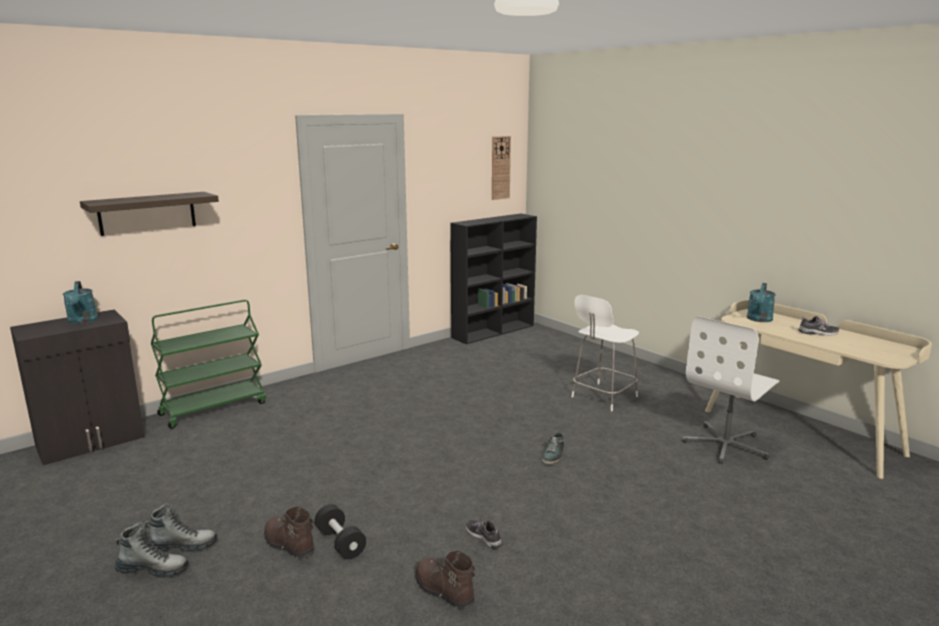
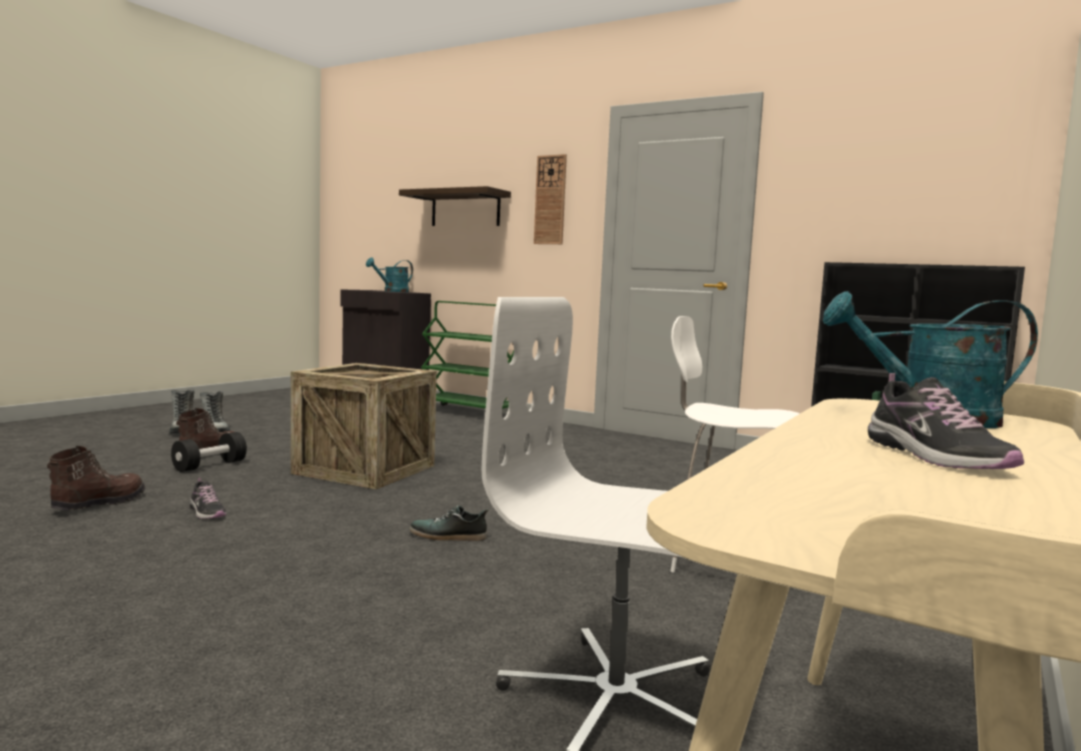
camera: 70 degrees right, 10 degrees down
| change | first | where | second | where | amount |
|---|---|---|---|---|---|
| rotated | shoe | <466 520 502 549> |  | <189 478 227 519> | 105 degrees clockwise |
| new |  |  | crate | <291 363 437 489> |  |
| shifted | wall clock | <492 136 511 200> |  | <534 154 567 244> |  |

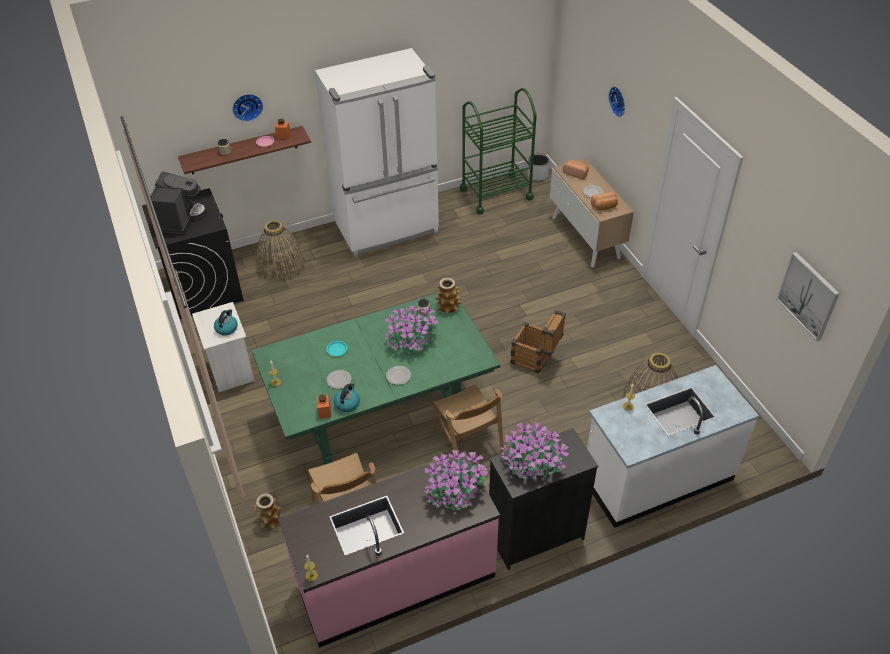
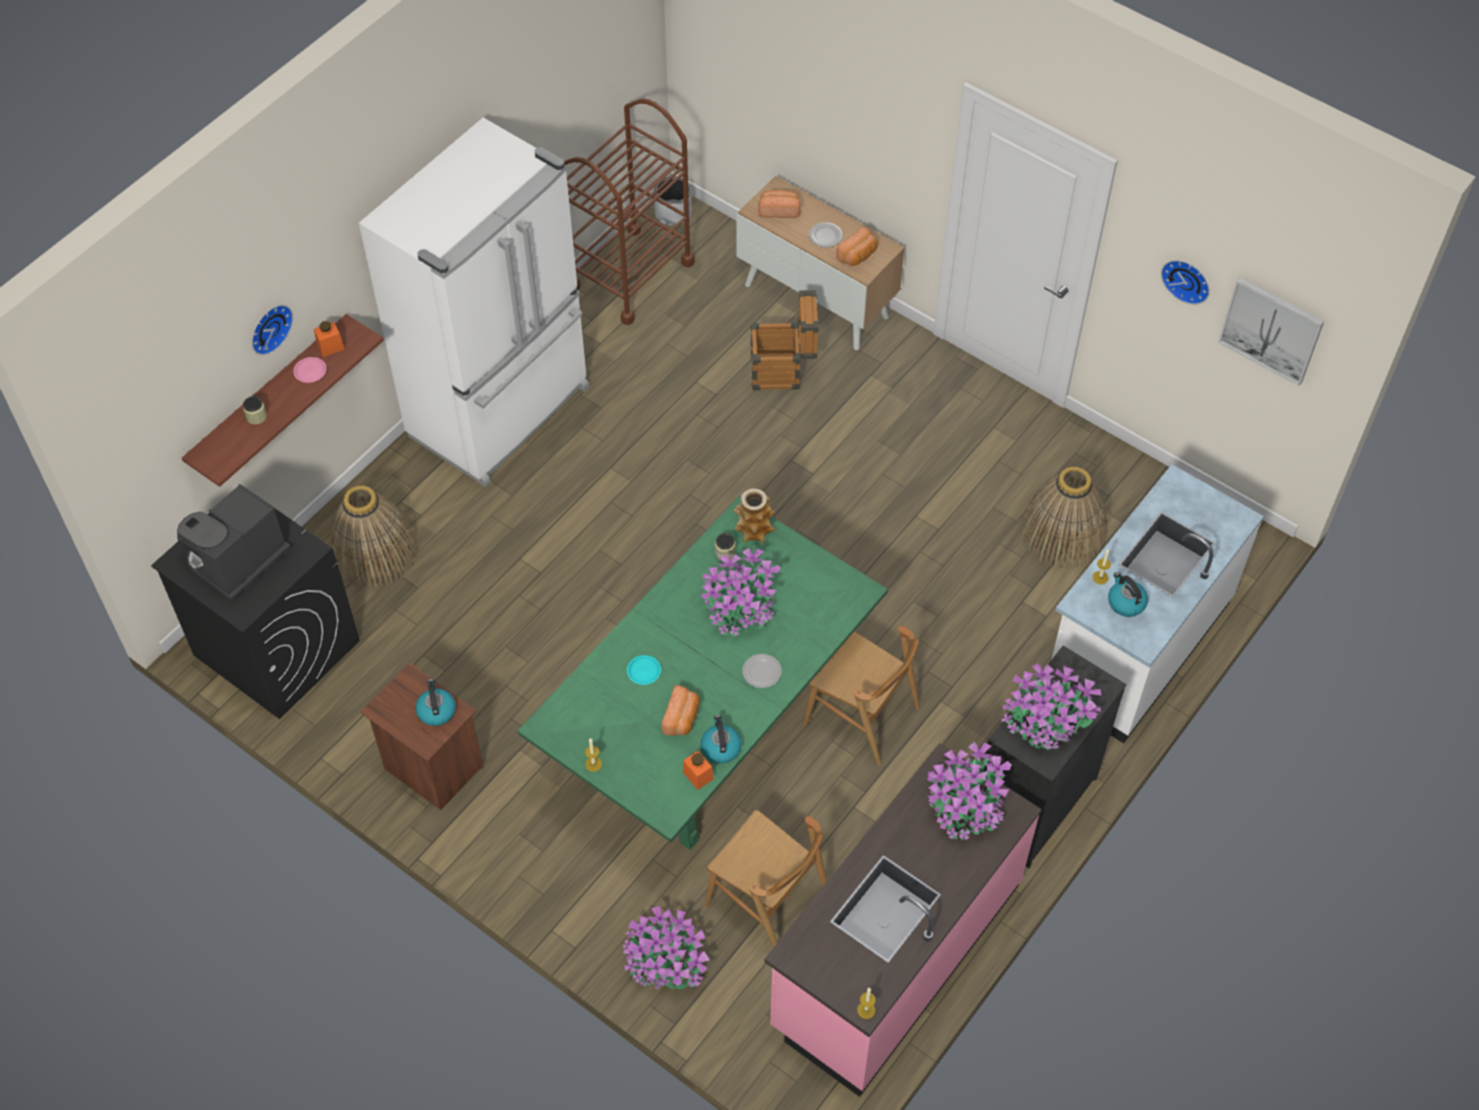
camera: 30 degrees left, 10 degrees up
| change | first | where | second | where | amount |
|---|---|---|---|---|---|
| rotated | coffee machine | <150 171 206 234> |  | <177 484 291 601> | 120 degrees counterclockwise |
| repainted | white nightstand | <192 302 255 392> | brown nightstand | <360 663 484 810> |  |
| repainted | green cart | <460 88 537 215> | brown cart | <564 99 695 325> |  |
| swapped | vase | <253 494 282 529> | potted plant | <623 906 710 989> |  |
| swapped | plate | <326 370 351 389> | bread | <662 685 700 736> |  |
| shifted | crate | <510 310 566 374> |  | <750 290 819 390> |  |
| new |  |  | kettle | <1108 572 1148 617> |  |
| shifted | wall clock | <609 86 625 117> |  | <1161 260 1210 305> |  |

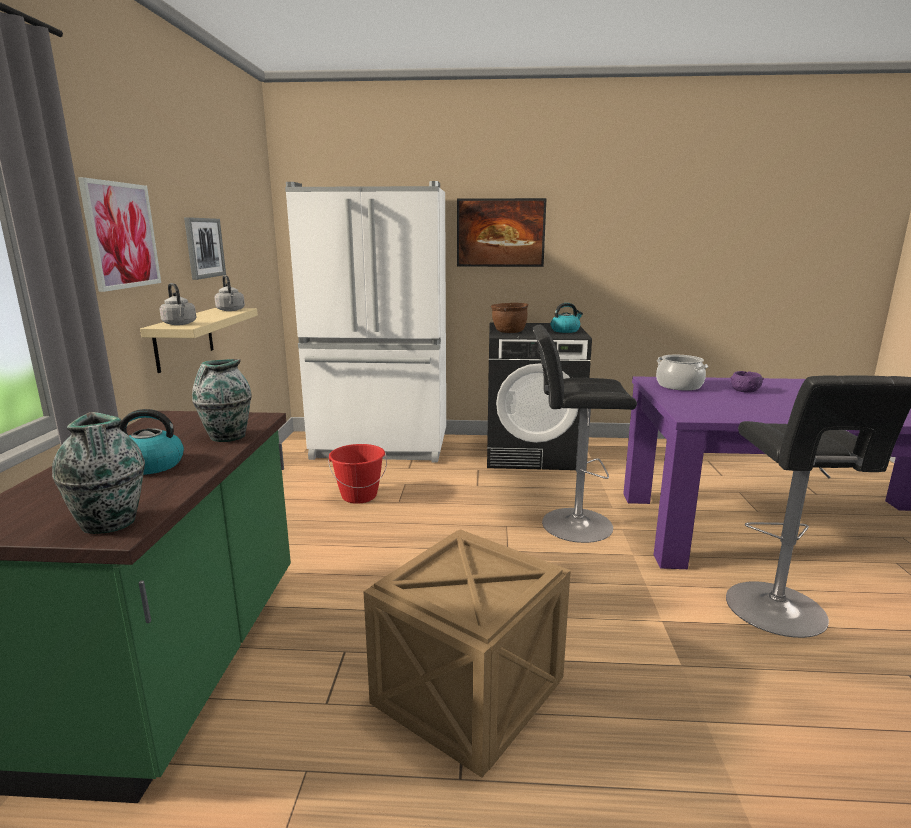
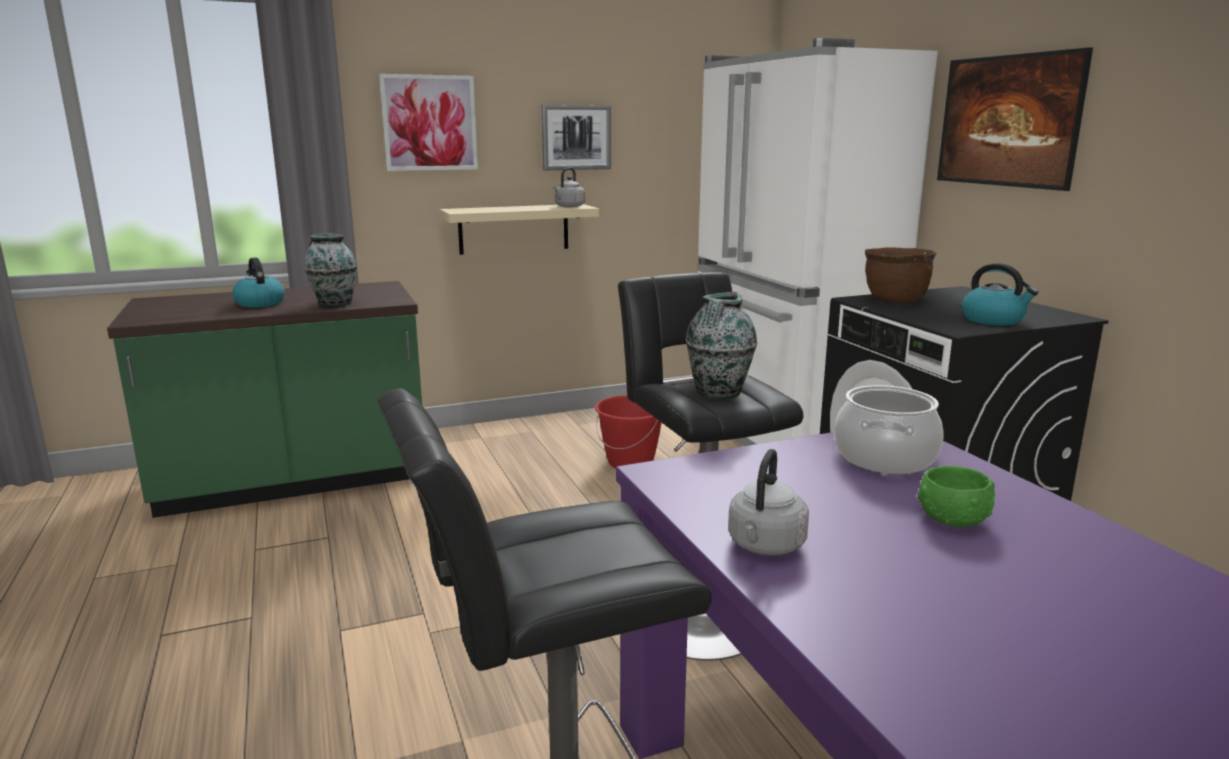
camera: 65 degrees right, 0 degrees up
| change | first | where | second | where | amount |
|---|---|---|---|---|---|
| shifted | vase | <52 412 145 534> |  | <686 292 757 399> |  |
| shifted | grey kettle | <160 283 196 325> |  | <728 449 809 556> |  |
| repainted | purple bowl | <731 371 764 393> | green bowl | <917 466 995 527> |  |
| gone | crate | <364 529 571 778> |  |  |  |

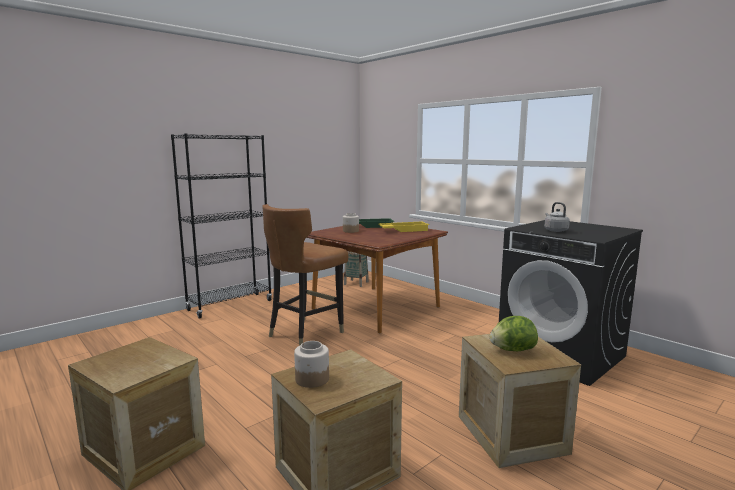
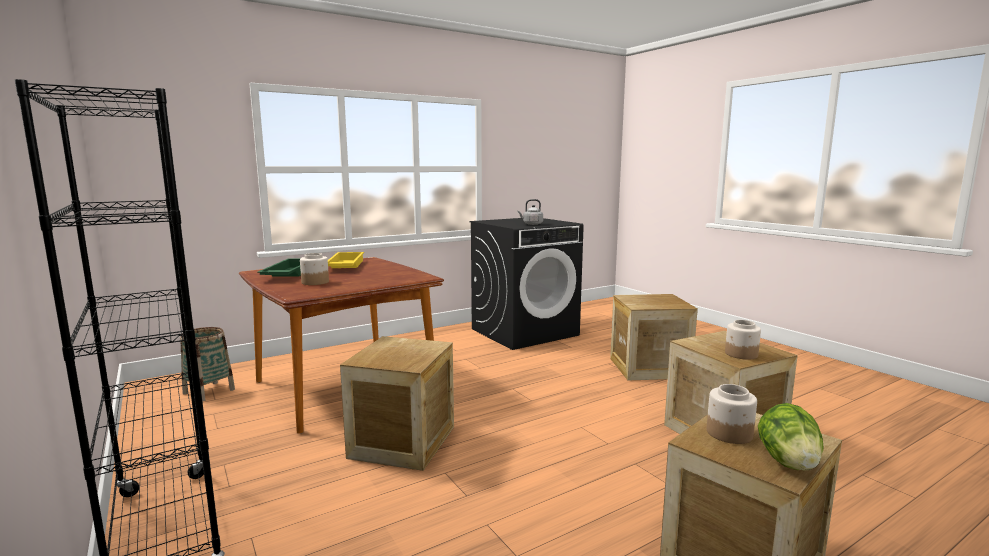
camera: 80 degrees left, 0 degrees up
| change | first | where | second | where | amount |
|---|---|---|---|---|---|
| swapped | brown chair | <262 204 348 346> | crate | <340 336 454 471> |  |
| new |  |  | jar | <707 384 757 444> |  |
| shifted | lettuce | <490 316 538 351> |  | <758 403 824 471> |  |

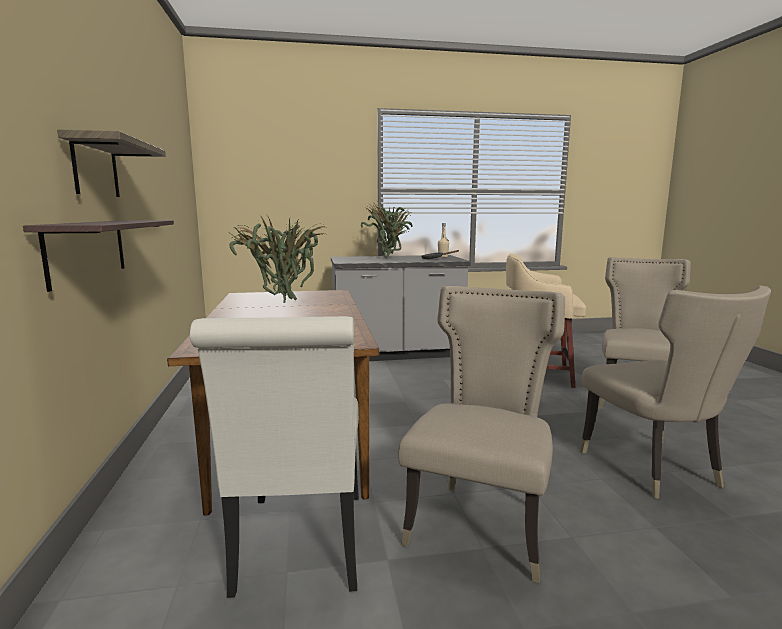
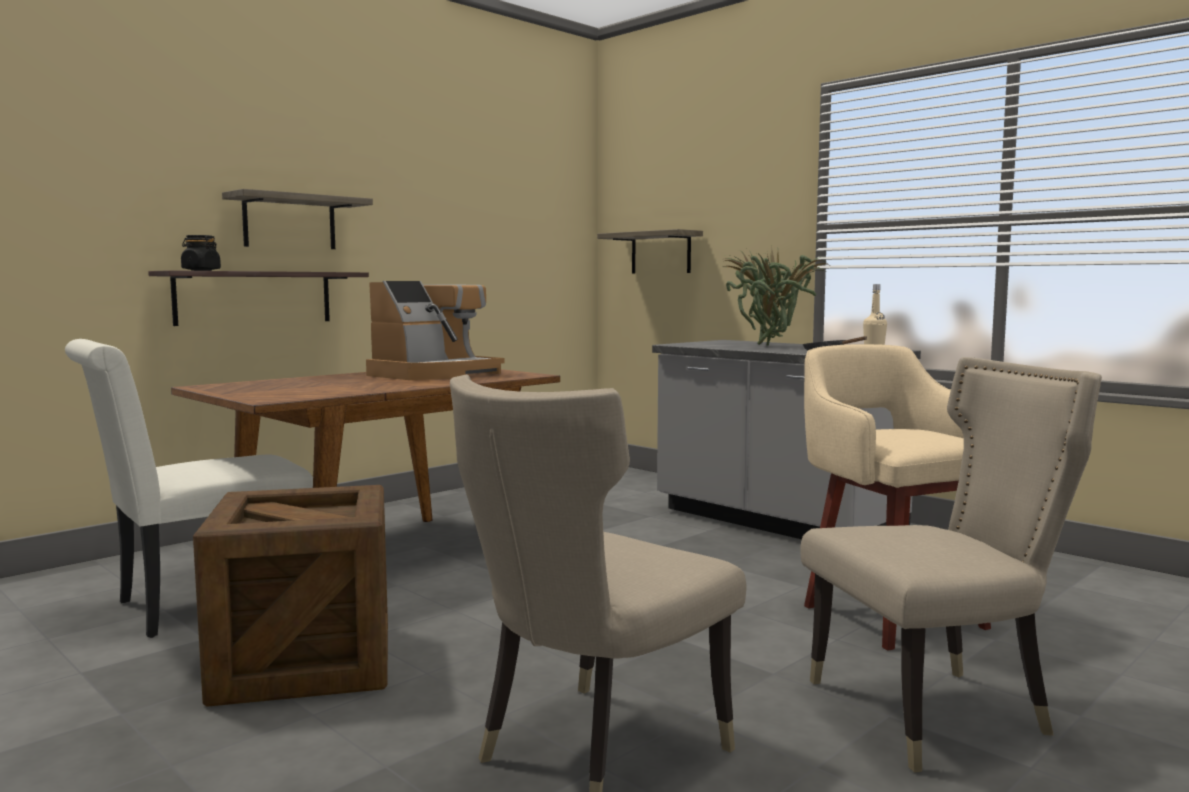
camera: 55 degrees right, 5 degrees down
| change | first | where | second | where | amount |
|---|---|---|---|---|---|
| new |  |  | black jar | <181 235 221 271> |  |
| swapped | beige chair | <398 286 565 583> | crate | <193 485 388 707> |  |
| swapped | potted plant | <230 215 326 303> | coffee machine | <366 281 505 380> |  |
| new |  |  | shelf | <597 229 703 274> |  |

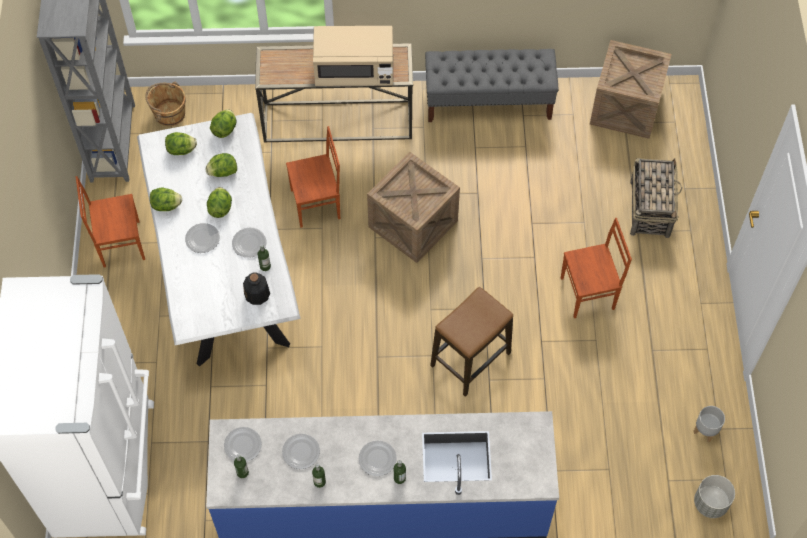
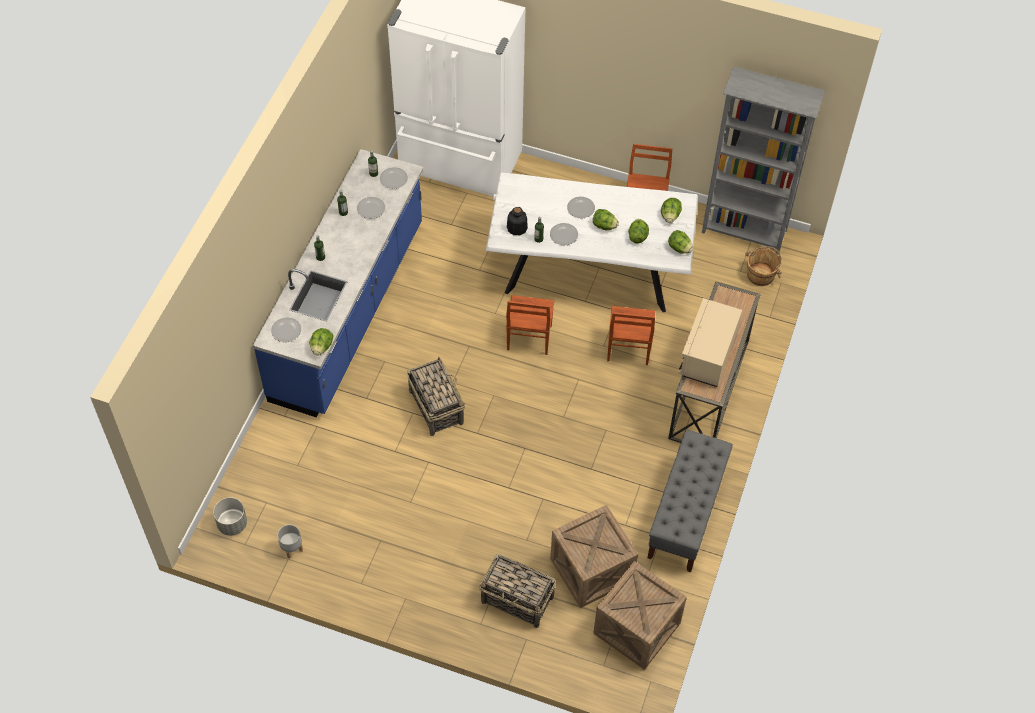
camera: 110 degrees right, 5 degrees down
| change | first | where | second | where | amount |
|---|---|---|---|---|---|
| shifted | plate | <359 441 397 476> |  | <271 317 301 342> |  |
| shifted | lettuce | <150 187 182 211> |  | <310 328 334 356> |  |
| swapped | stool | <430 287 513 397> | basket | <407 357 465 436> |  |
| shifted | brown chair | <561 218 632 318> |  | <506 295 554 355> |  |
| shifted | crate | <367 152 460 263> |  | <550 505 638 608> |  |

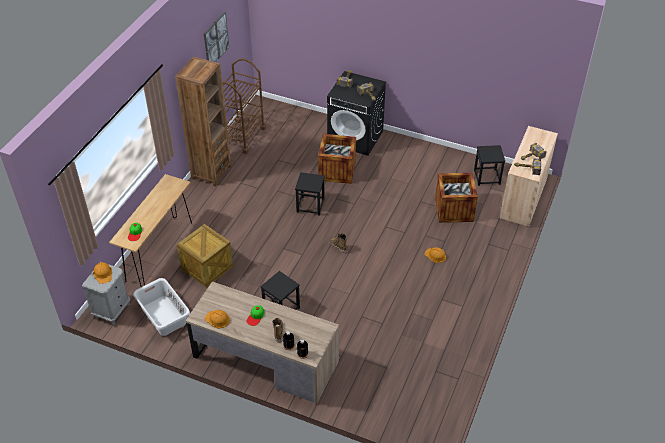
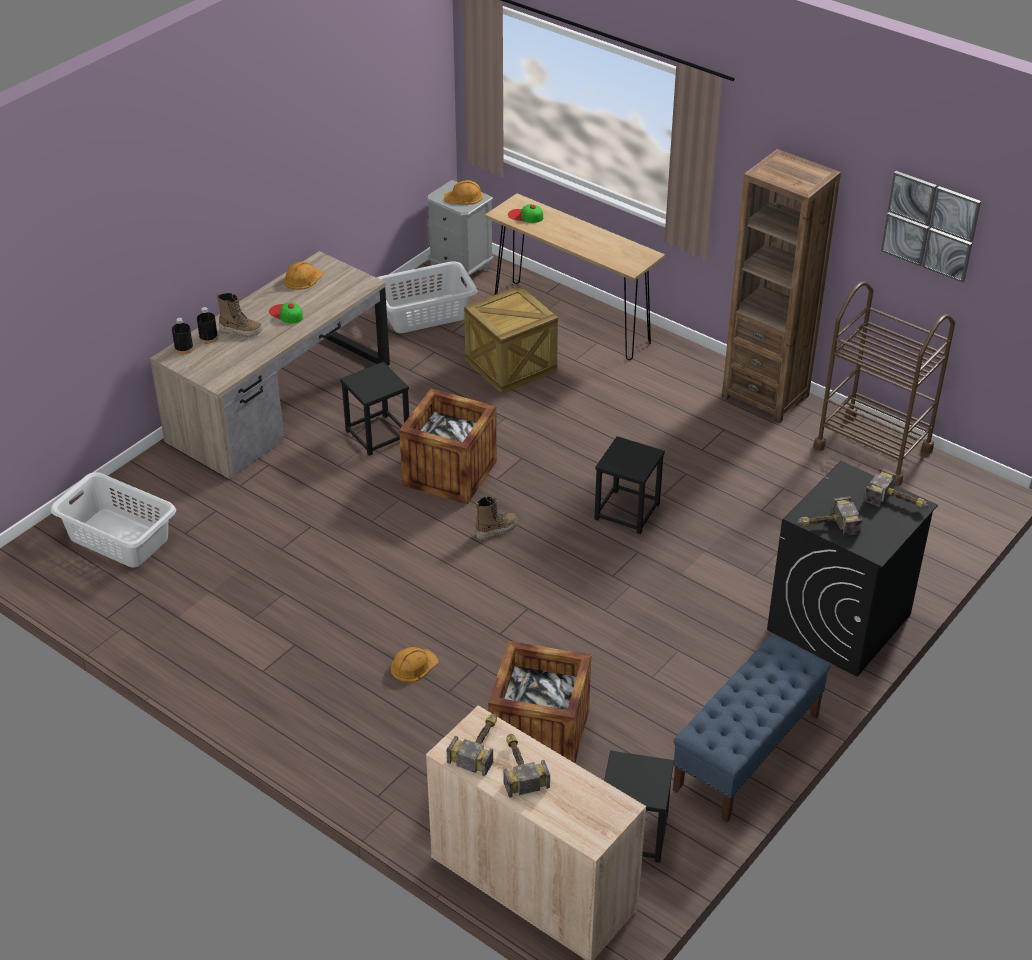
camera: 105 degrees right, 5 degrees down
| change | first | where | second | where | amount |
|---|---|---|---|---|---|
| new |  |  | grey laundry basket | <51 472 176 568> |  |
| shifted | crate | <318 134 356 184> |  | <399 389 497 504> |  |
| new |  |  | blue bench | <673 634 831 822> |  |

